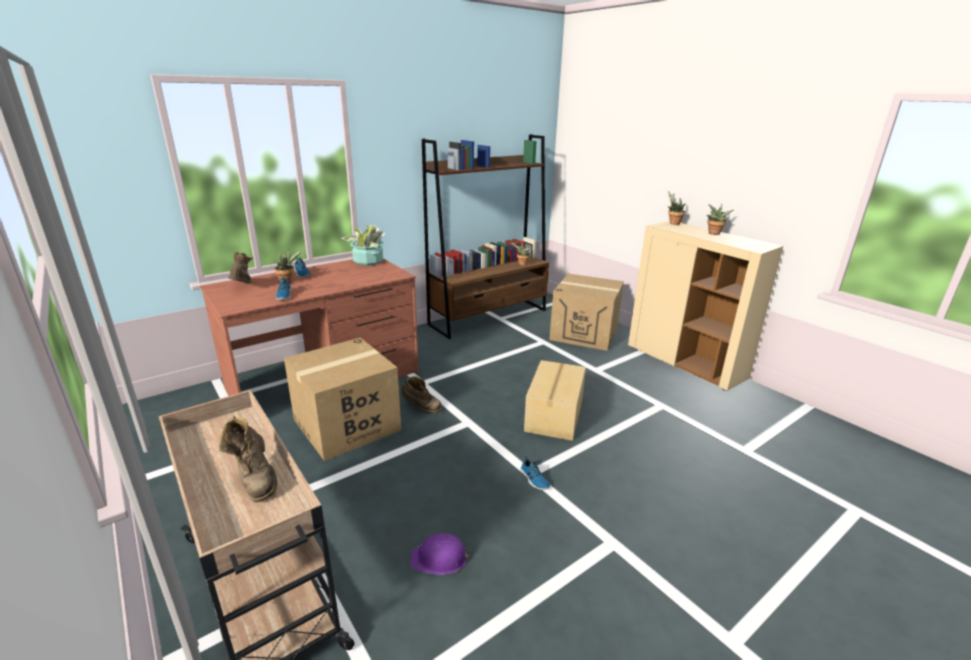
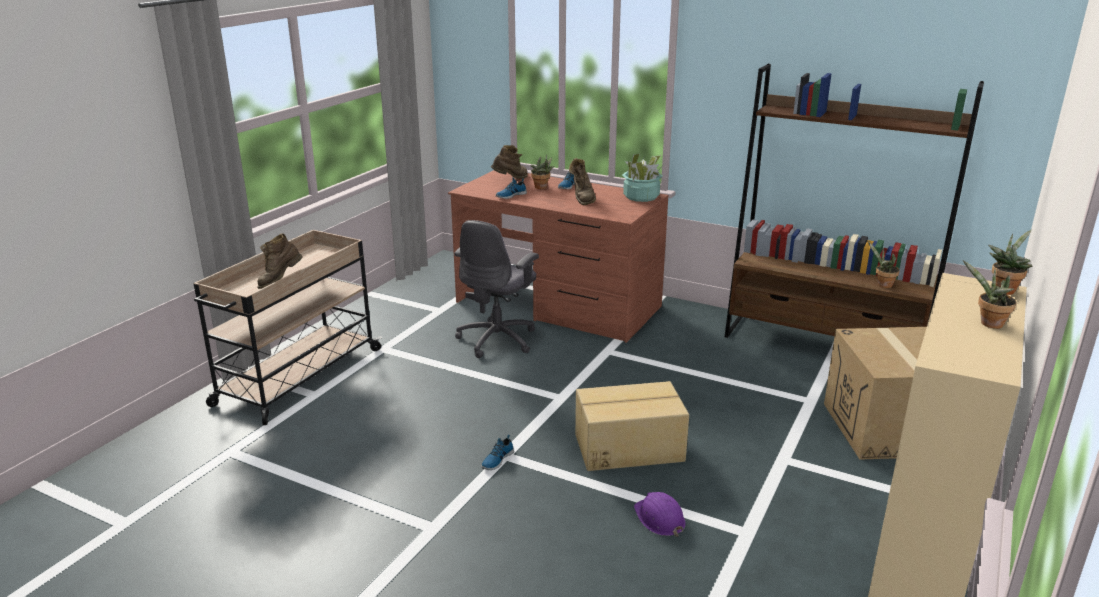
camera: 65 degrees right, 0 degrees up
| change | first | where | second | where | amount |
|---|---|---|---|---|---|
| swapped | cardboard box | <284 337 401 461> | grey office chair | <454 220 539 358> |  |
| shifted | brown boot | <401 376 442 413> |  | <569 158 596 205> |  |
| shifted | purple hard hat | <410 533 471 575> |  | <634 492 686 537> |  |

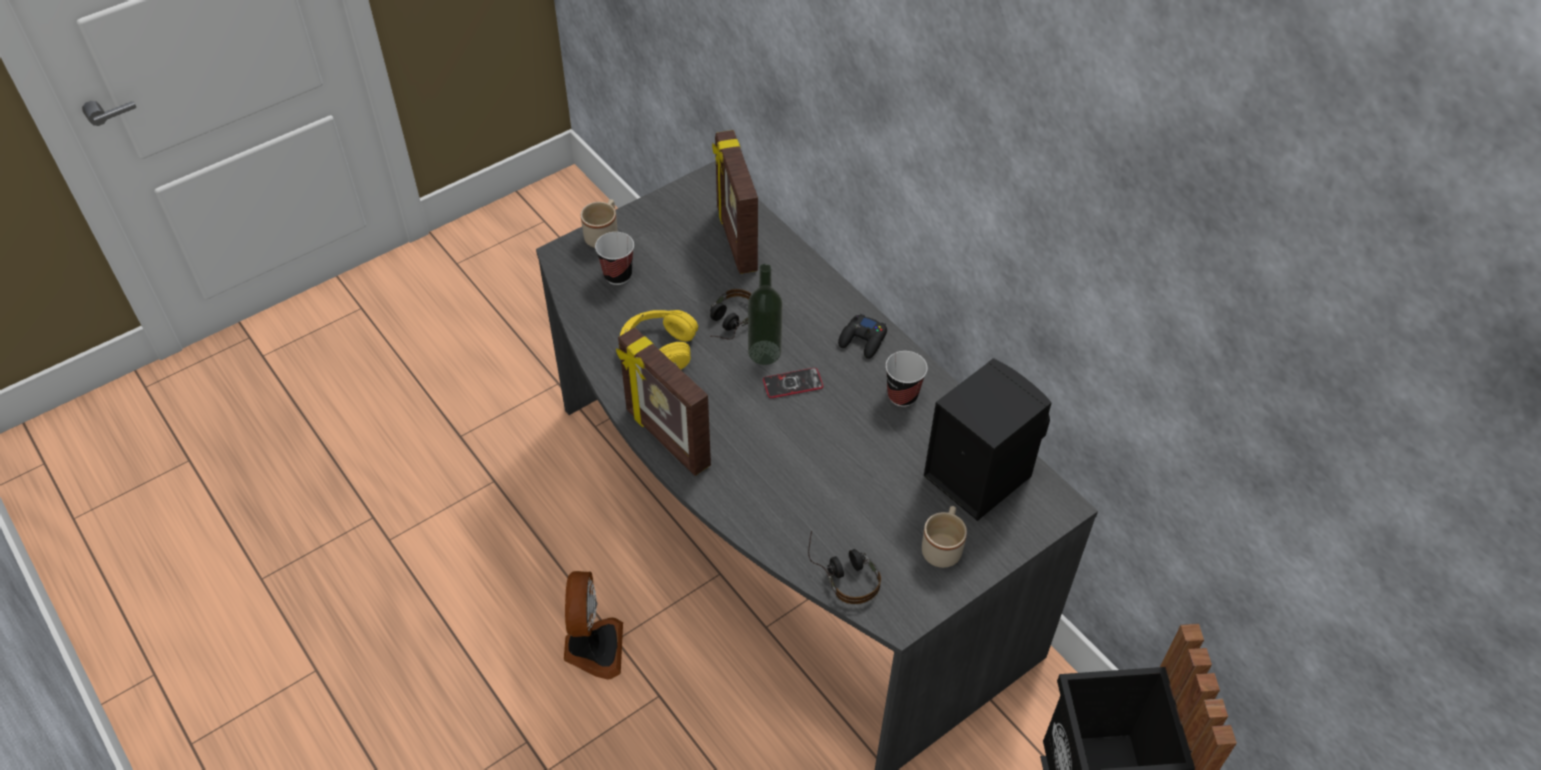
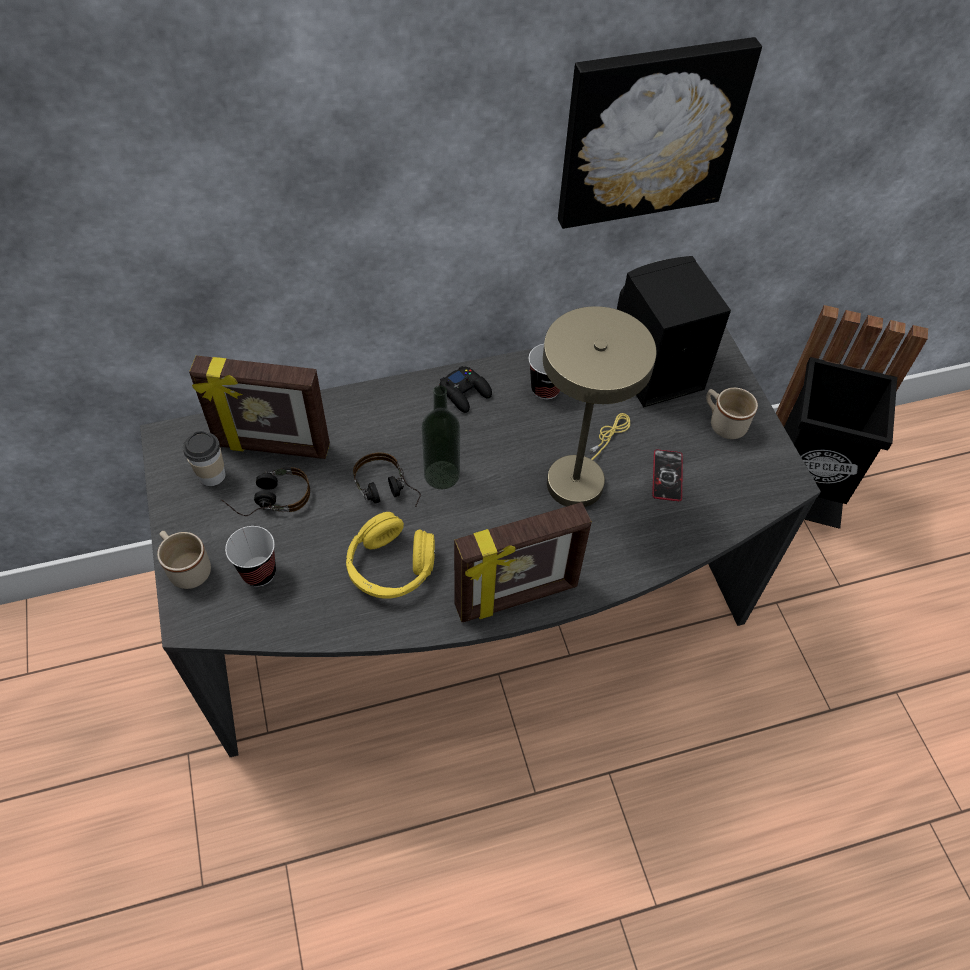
camera: 70 degrees left, 5 degrees up
| change | first | where | second | where | amount |
|---|---|---|---|---|---|
| new |  |  | cup | <183 431 225 486> |  |
| shifted | headphones | <808 531 881 604> |  | <221 467 310 516> |  |
| new |  |  | beige table lamp | <543 306 656 507> |  |
| new |  |  | picture | <558 37 762 229> |  |
| shifted | phone | <763 368 823 398> |  | <652 449 683 501> |  |
| gone | fan | <564 571 623 680> |  |  |  |

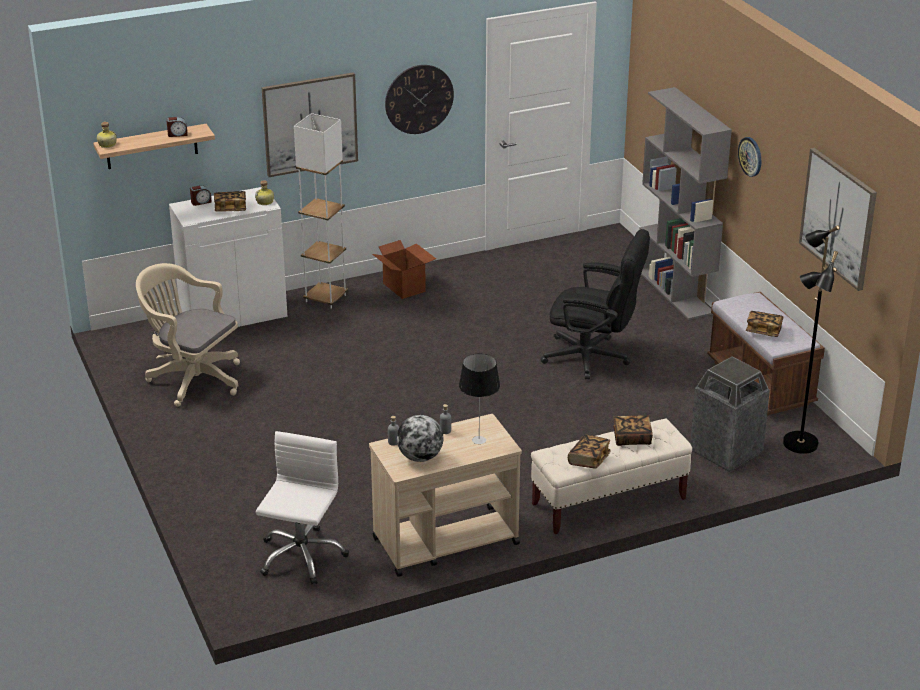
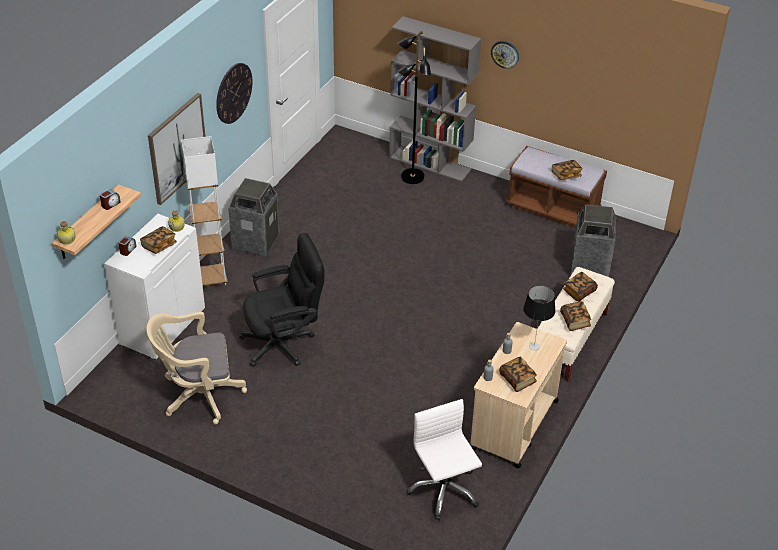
camera: 40 degrees left, 10 degrees up
| change | first | where | second | where | amount |
|---|---|---|---|---|---|
| swapped | cardboard box | <372 240 436 299> | trash can | <228 178 280 257> |  |
| shifted | black office chair | <540 229 650 379> |  | <239 233 324 367> |  |
| shifted | black floor lamp | <783 225 840 454> |  | <397 31 431 184> |  |
| swapped | globe | <397 415 443 462> | book | <499 356 537 392> |  |
| gone | picture | <799 148 877 291> |  |  |  |

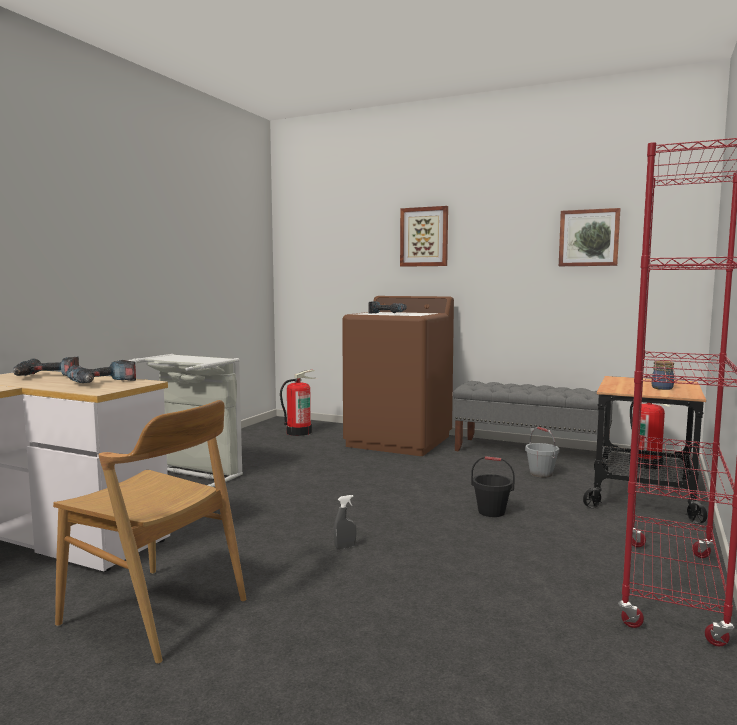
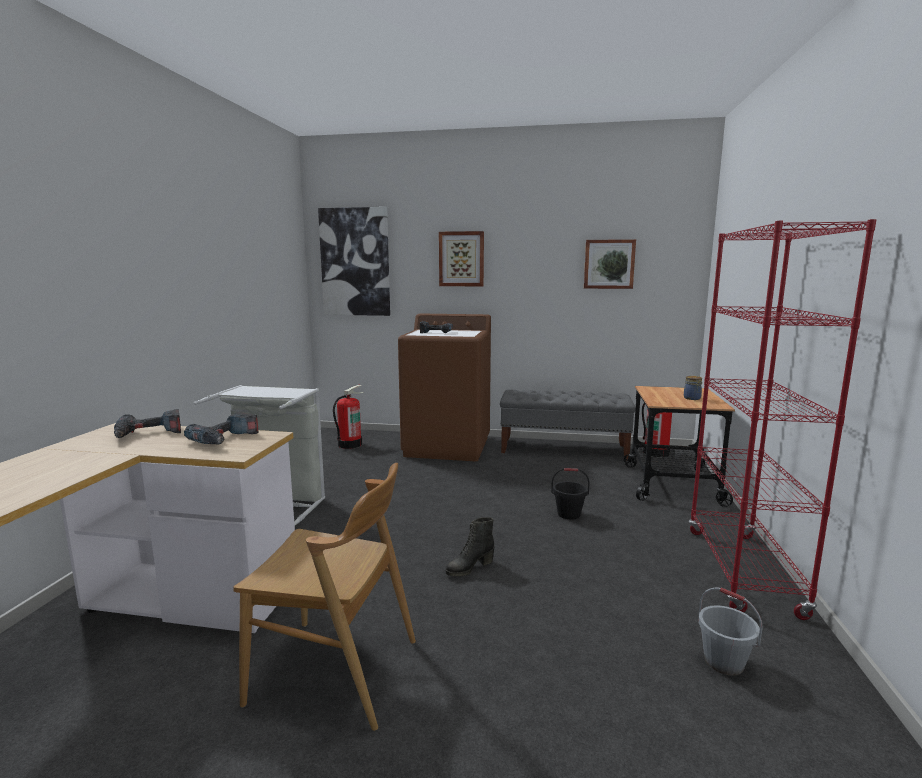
camera: 15 degrees left, 5 degrees up
| change | first | where | second | where | amount |
|---|---|---|---|---|---|
| new |  |  | picture | <318 207 390 316> |  |
| swapped | grey spray bottle | <334 495 356 549> | black boot | <445 517 494 577> |  |
| shifted | grey bucket | <525 427 559 478> |  | <698 587 763 676> |  |

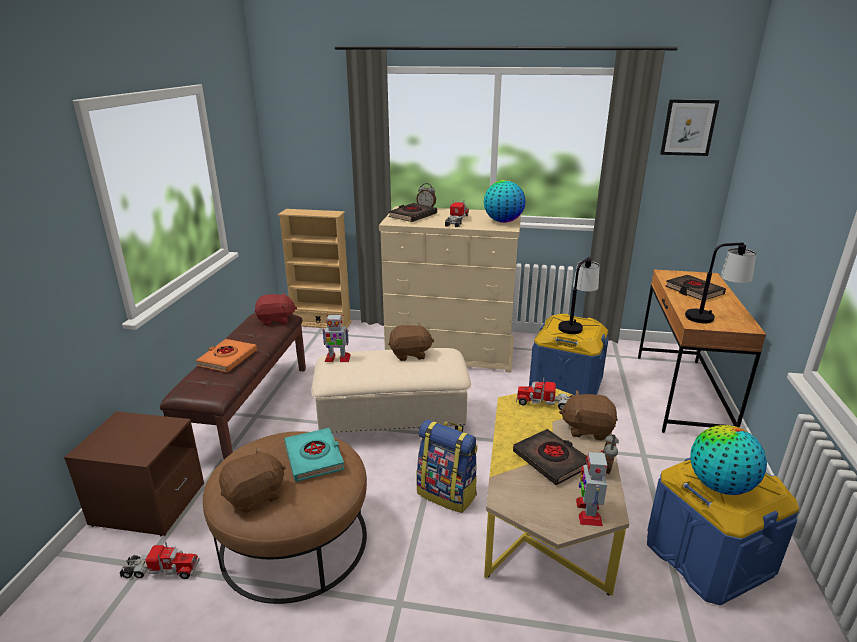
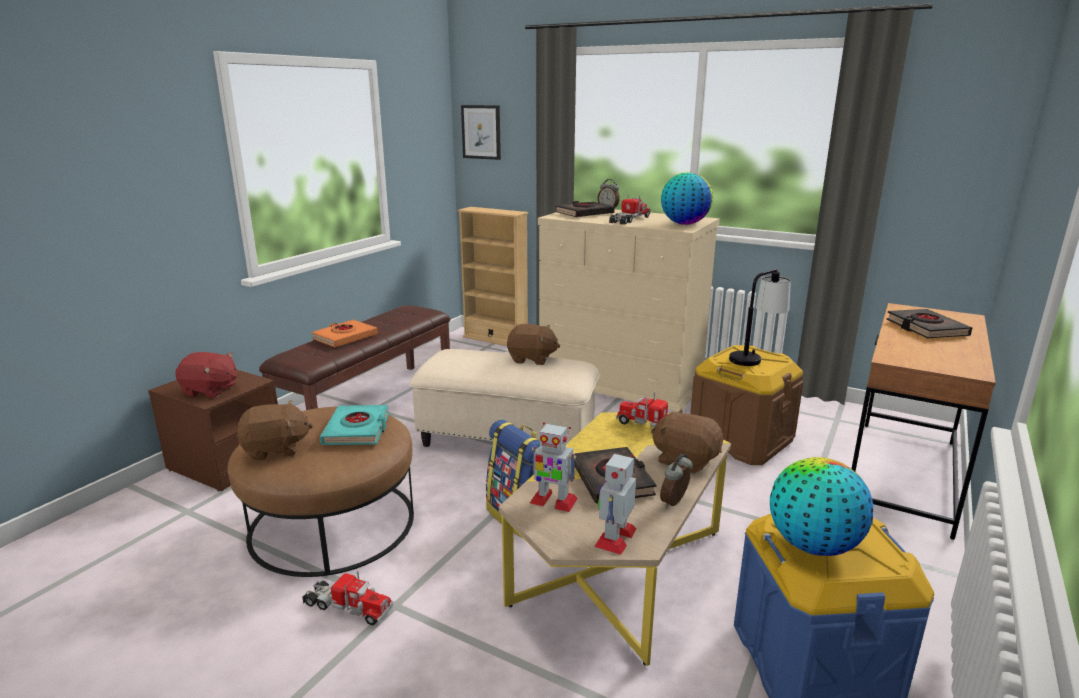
camera: 20 degrees right, 5 degrees down
| change | first | where | second | where | amount |
|---|---|---|---|---|---|
| shifted | red plush toy | <255 293 297 326> |  | <175 352 237 398> |  |
| shifted | toy truck | <119 541 199 579> |  | <302 572 393 625> |  |
| shifted | picture | <660 99 719 156> |  | <461 105 501 160> |  |
| shifted | toy robot | <322 314 351 362> |  | <530 422 578 512> |  |
| repainted | blue storage box | <529 314 609 395> | brown storage box | <690 345 803 465> |  |
| gone | table lamp | <685 242 756 323> |  |  |  |

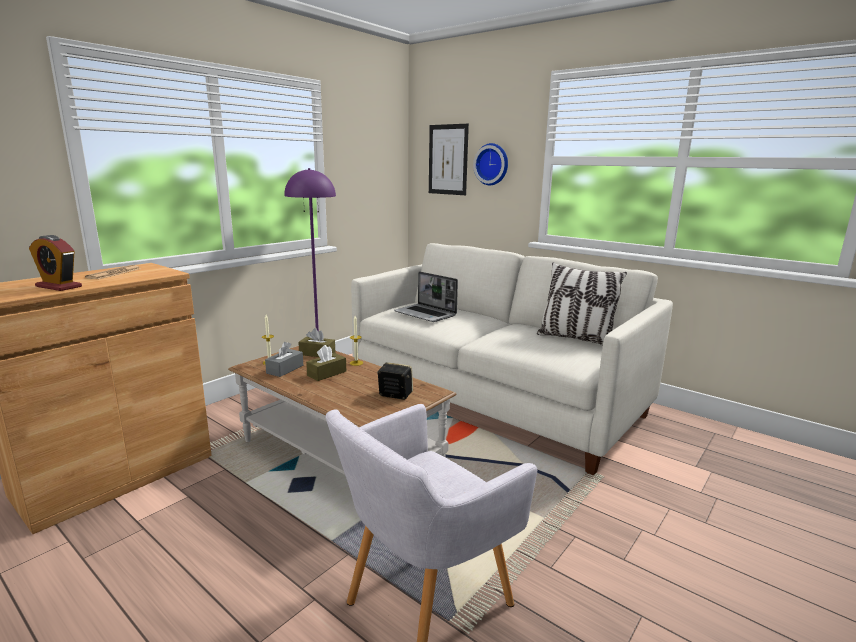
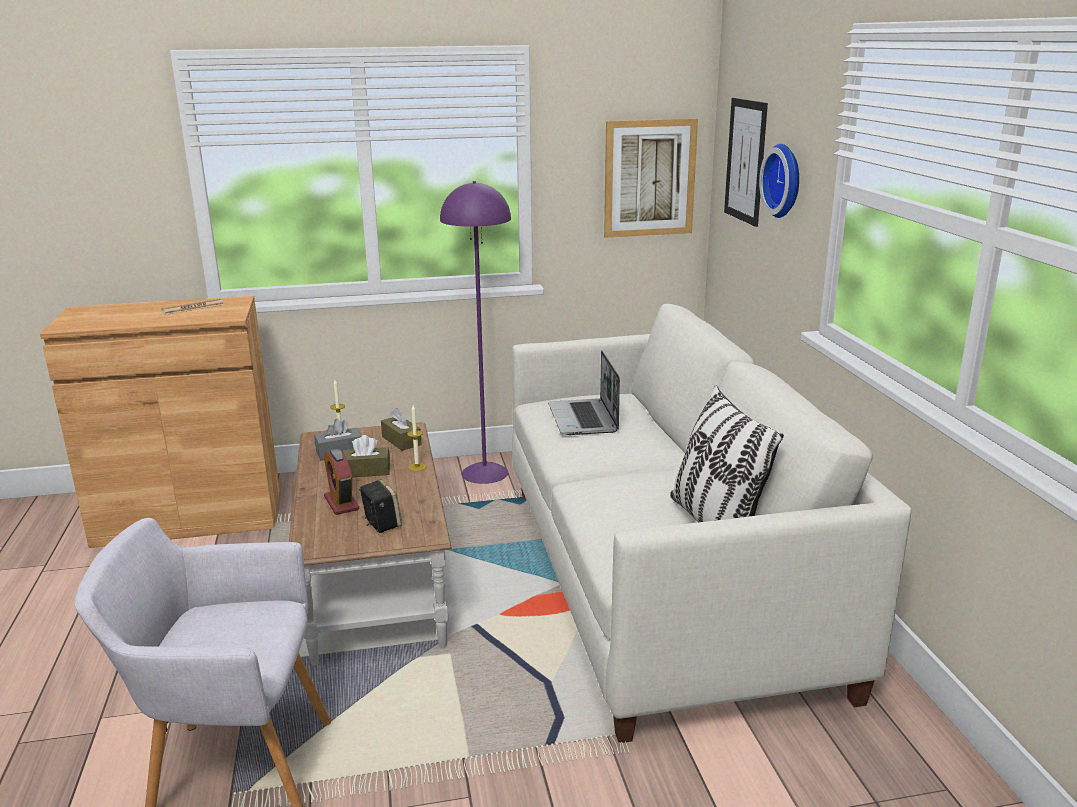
camera: 40 degrees right, 5 degrees up
| change | first | where | second | where | amount |
|---|---|---|---|---|---|
| shifted | alarm clock | <29 235 82 291> |  | <324 449 359 515> |  |
| new |  |  | picture | <604 118 698 238> |  |

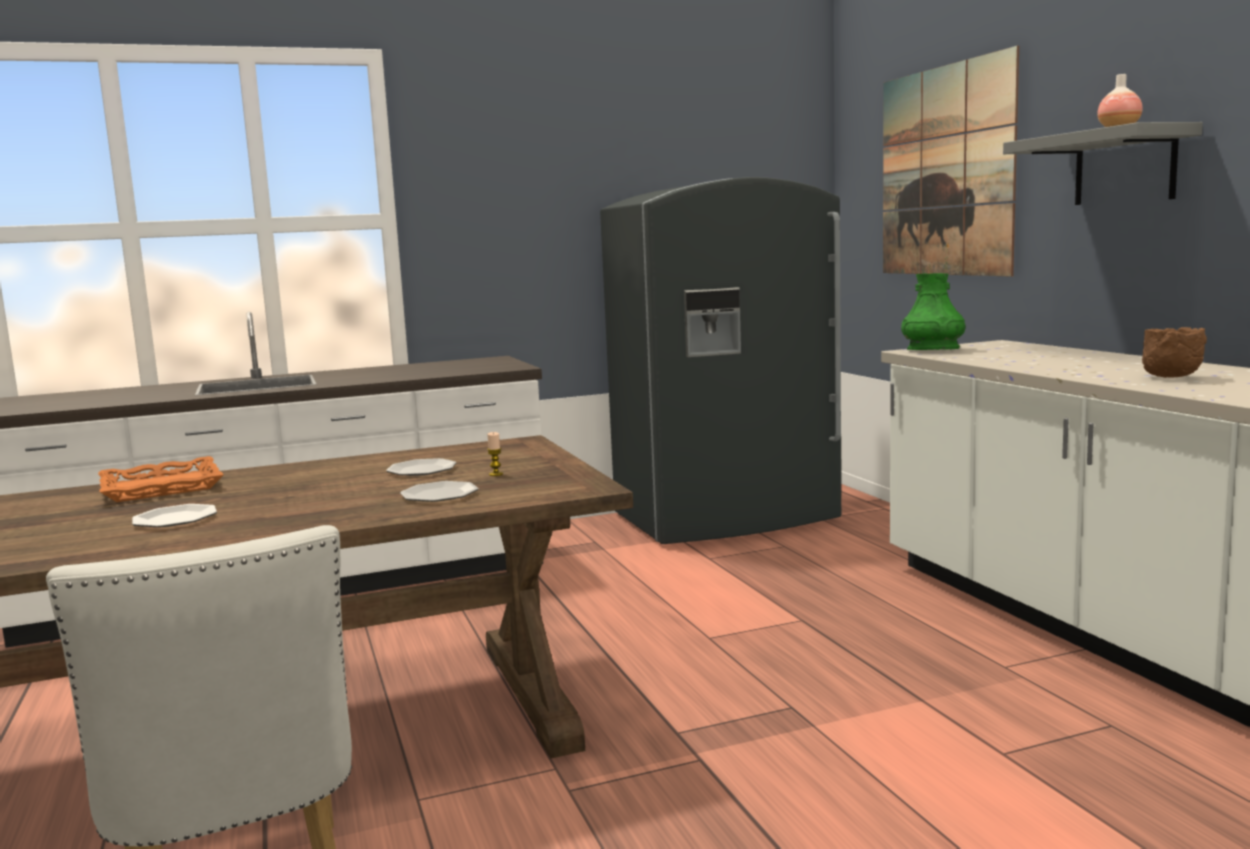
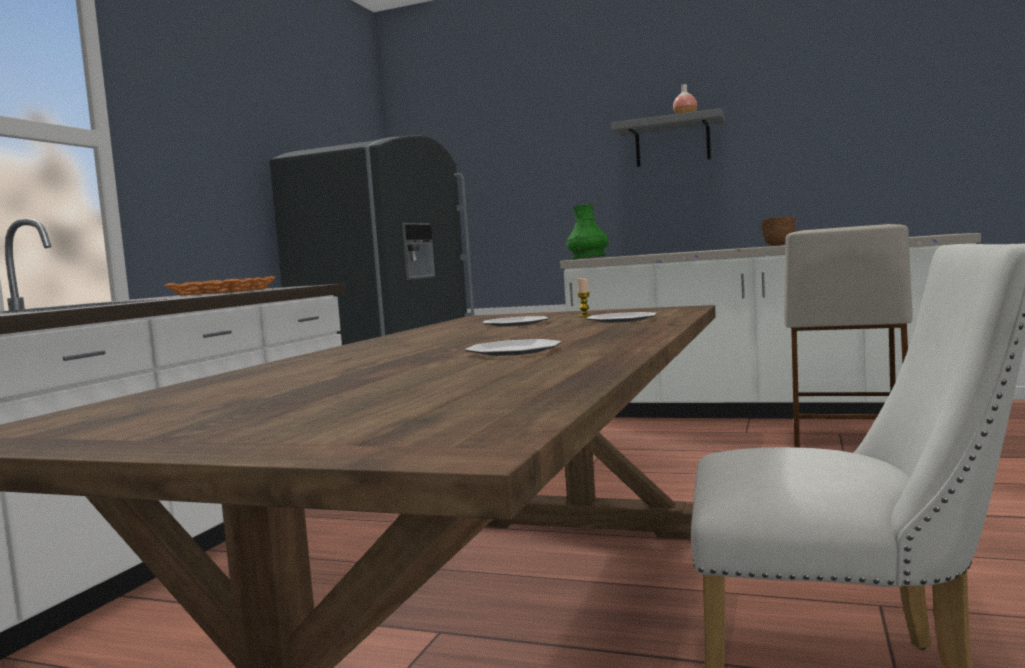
camera: 50 degrees left, 5 degrees down
| change | first | where | second | where | amount |
|---|---|---|---|---|---|
| shifted | orange tray | <98 456 224 502> |  | <165 276 275 296> |  |
| new |  |  | beige stool | <784 224 913 448> |  |
| gone | picture | <883 46 1019 276> |  |  |  |

